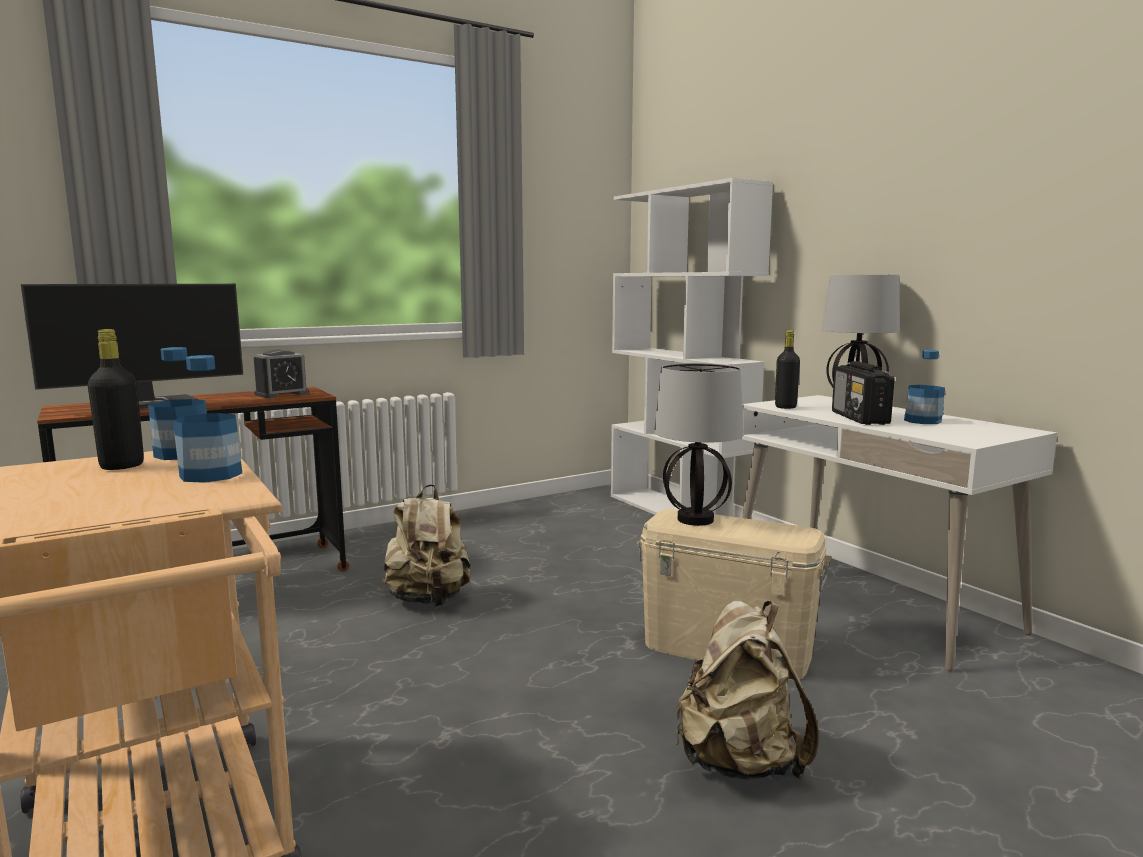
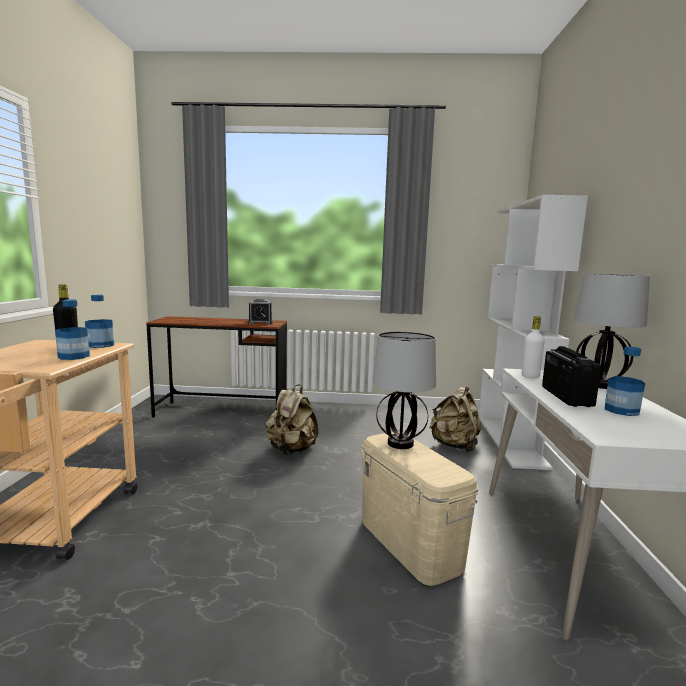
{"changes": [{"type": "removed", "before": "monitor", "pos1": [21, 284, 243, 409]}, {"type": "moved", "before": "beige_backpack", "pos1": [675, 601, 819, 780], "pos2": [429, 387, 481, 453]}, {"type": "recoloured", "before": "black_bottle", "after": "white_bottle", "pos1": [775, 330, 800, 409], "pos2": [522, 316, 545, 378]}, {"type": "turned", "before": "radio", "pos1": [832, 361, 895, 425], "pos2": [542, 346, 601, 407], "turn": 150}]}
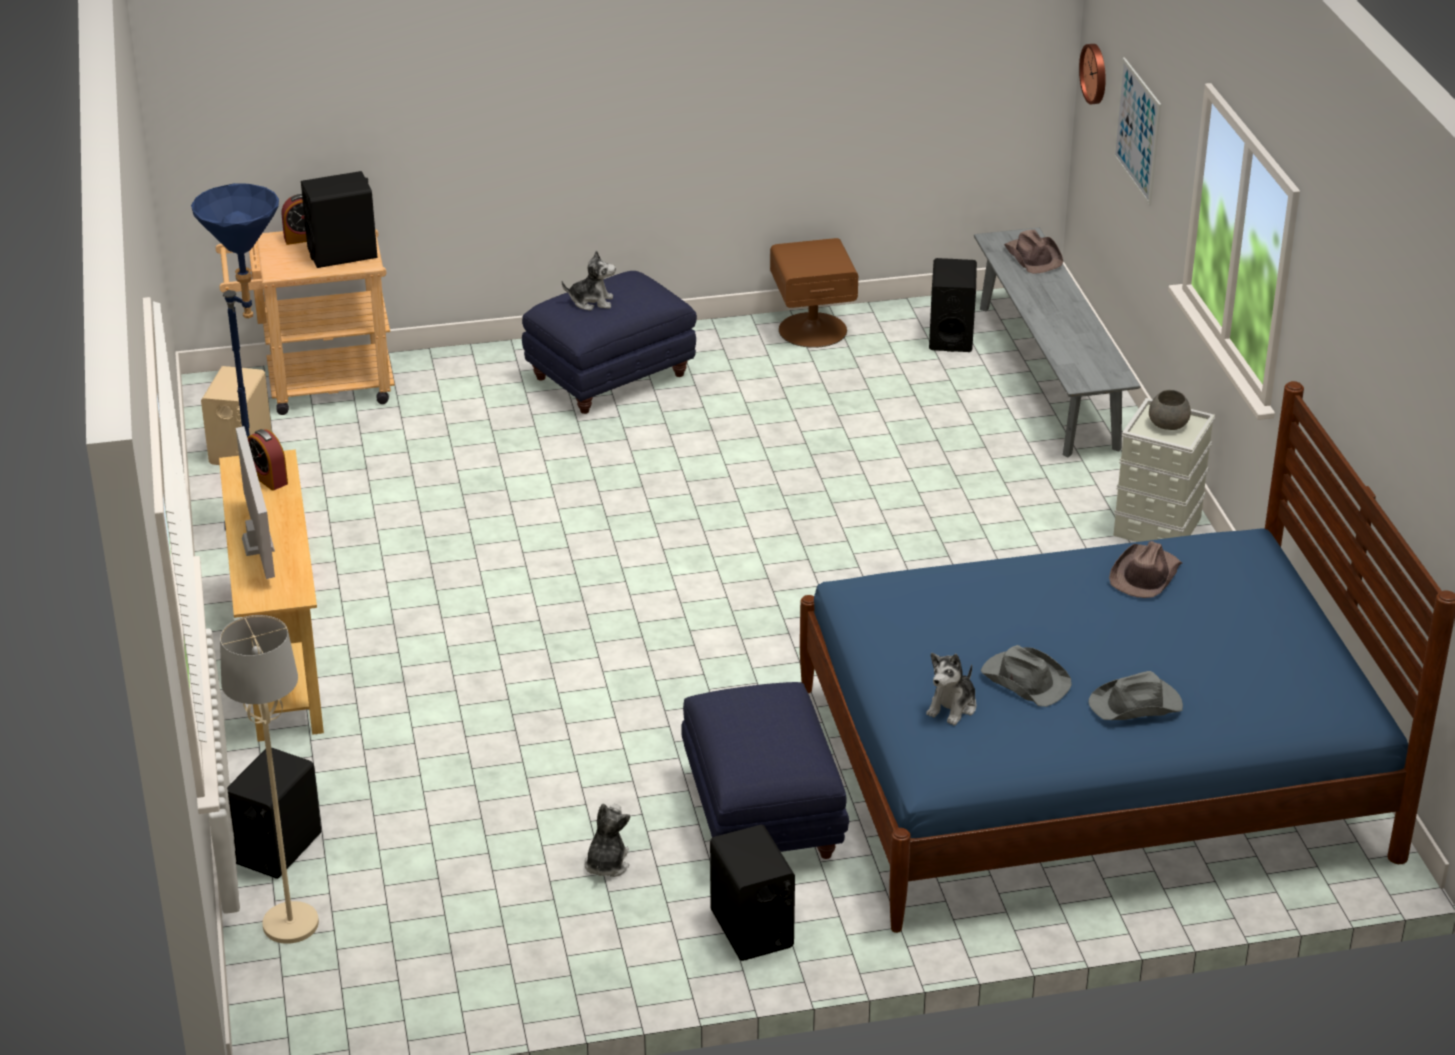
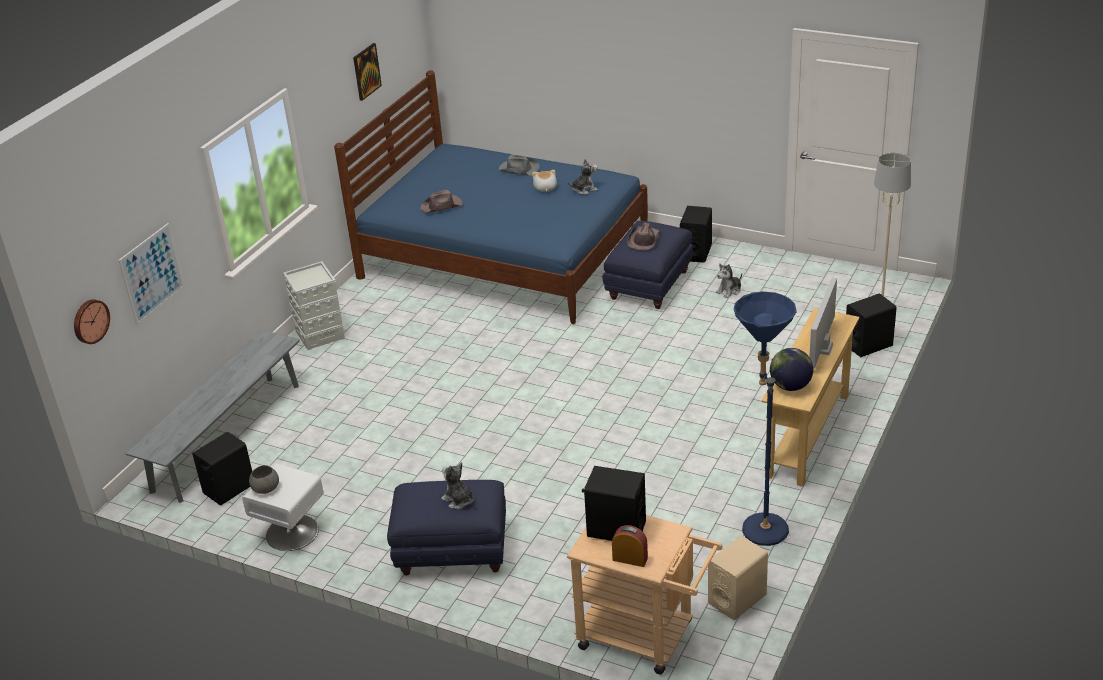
{"changes": [{"type": "replaced", "before": "alarm_clock", "after": "globe", "pos1": [247, 429, 288, 491], "pos2": [770, 348, 813, 391]}, {"type": "recoloured", "before": "brown_nightstand", "after": "white_nightstand", "pos1": [770, 238, 858, 348], "pos2": [242, 463, 324, 551]}, {"type": "replaced", "before": "grey_hat", "after": "plush_toy", "pos1": [981, 645, 1072, 707], "pos2": [532, 170, 557, 192]}, {"type": "moved", "before": "brown_hat", "pos1": [1004, 230, 1064, 274], "pos2": [627, 223, 661, 250]}, {"type": "moved", "before": "grey_bowl", "pos1": [1149, 390, 1191, 430], "pos2": [249, 465, 279, 494]}, {"type": "added", "after": "picture", "pos2": [353, 43, 382, 101]}]}
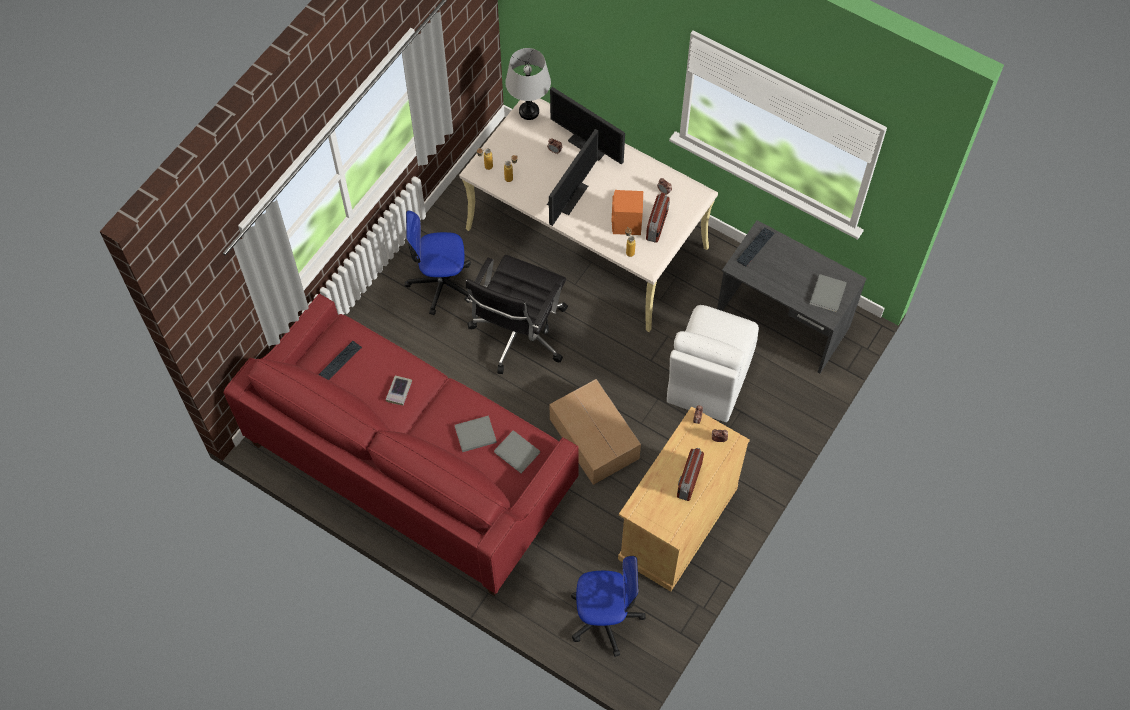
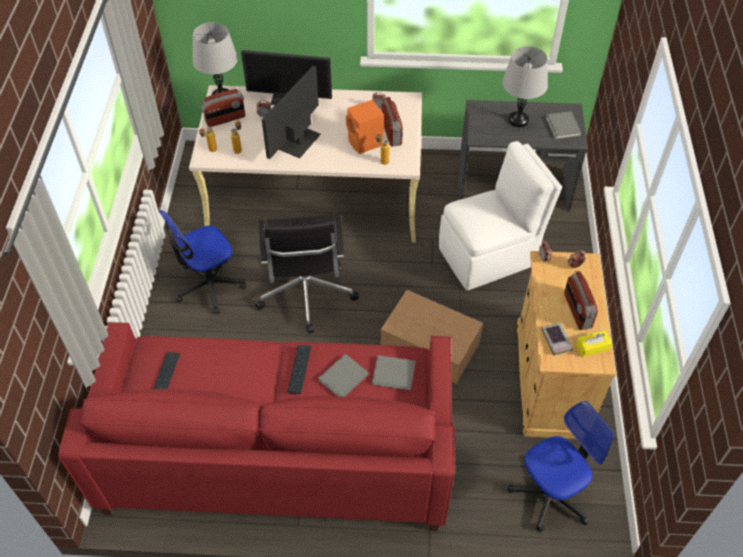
{"changes": [{"type": "moved", "before": "book", "pos1": [386, 376, 412, 405], "pos2": [541, 323, 573, 356]}, {"type": "turned", "before": "monitor", "pos1": [547, 129, 599, 226], "pos2": [262, 65, 321, 159], "turn": -150}, {"type": "turned", "before": "white_chair", "pos1": [667, 305, 759, 422], "pos2": [439, 141, 562, 290], "turn": -105}, {"type": "moved", "before": "keyboard", "pos1": [737, 227, 775, 266], "pos2": [288, 345, 312, 394]}, {"type": "added", "after": "radio", "pos2": [201, 89, 245, 127]}, {"type": "added", "after": "grey_table_lamp", "pos2": [502, 46, 548, 127]}, {"type": "added", "after": "yellow_tissue_box", "pos2": [575, 331, 612, 357]}]}
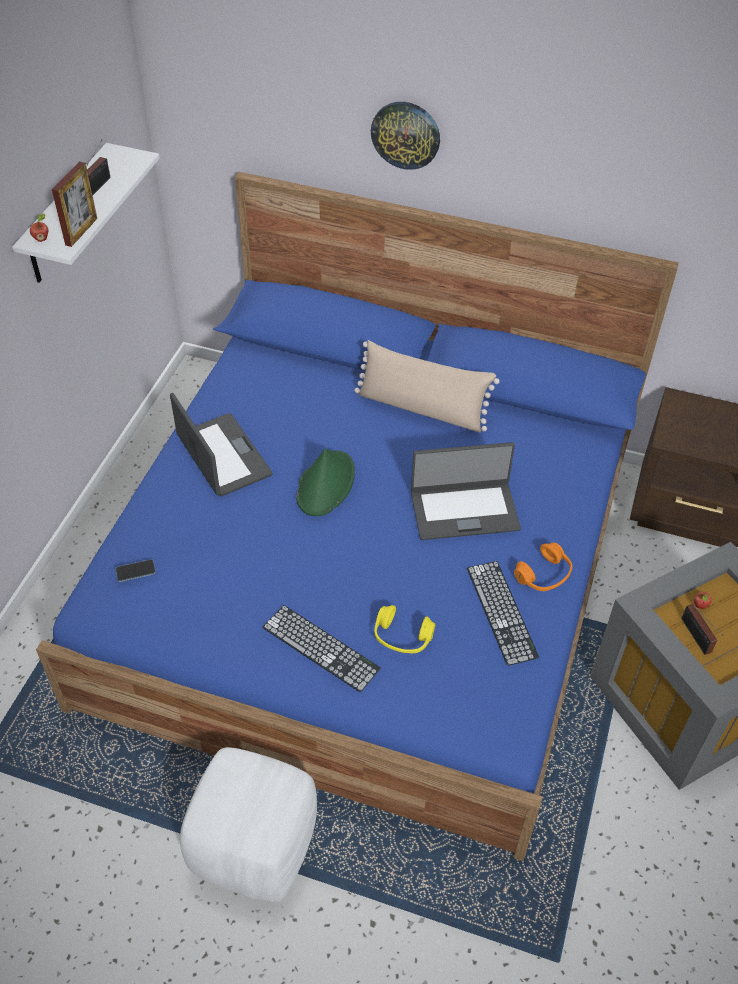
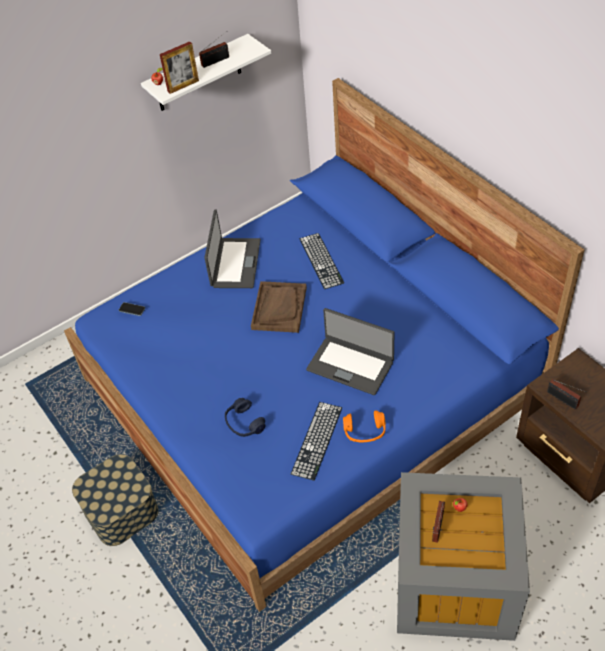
{"changes": [{"type": "replaced", "before": "white_ottoman", "after": "storage_box", "pos1": [180, 747, 317, 902], "pos2": [72, 454, 158, 546]}, {"type": "moved", "before": "keyboard", "pos1": [262, 605, 381, 693], "pos2": [299, 233, 344, 289]}, {"type": "replaced", "before": "green_hat", "after": "brown_tray", "pos1": [296, 449, 355, 516], "pos2": [251, 281, 307, 333]}, {"type": "removed", "before": "beige_pillow", "pos1": [354, 340, 500, 433]}, {"type": "removed", "before": "wall_clock", "pos1": [371, 102, 440, 170]}, {"type": "recoloured", "before": "yellow_headphones", "after": "blue_headphones", "pos1": [374, 605, 435, 653], "pos2": [225, 398, 265, 437]}, {"type": "added", "after": "radio", "pos2": [547, 379, 586, 410]}]}
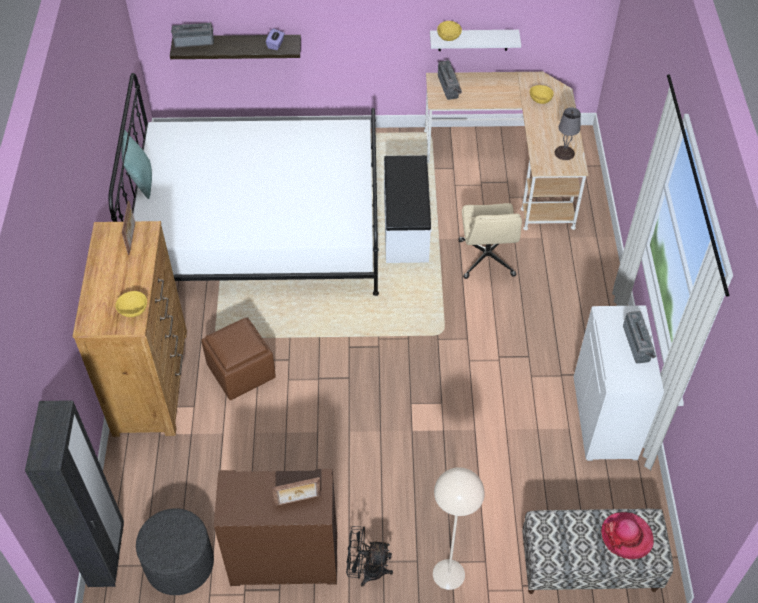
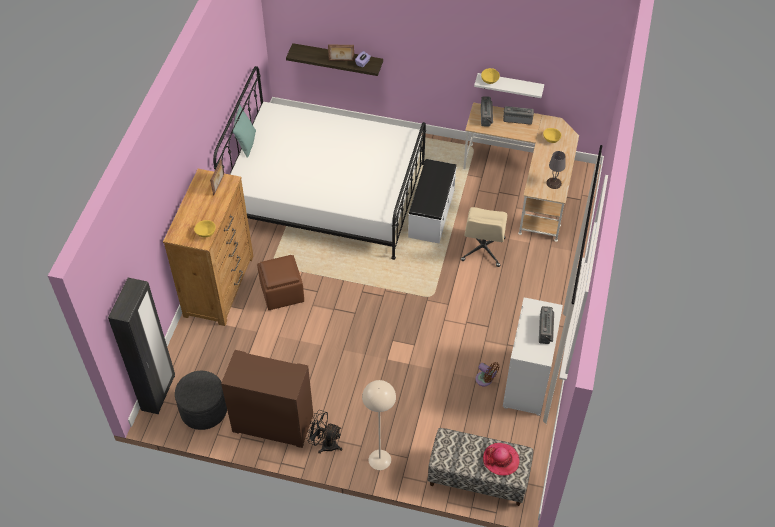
{"changes": [{"type": "moved", "before": "radio", "pos1": [171, 23, 214, 48], "pos2": [503, 106, 534, 125]}, {"type": "moved", "before": "picture_frame", "pos1": [272, 477, 321, 506], "pos2": [328, 45, 354, 61]}, {"type": "added", "after": "brown_fan", "pos2": [475, 362, 500, 386]}]}
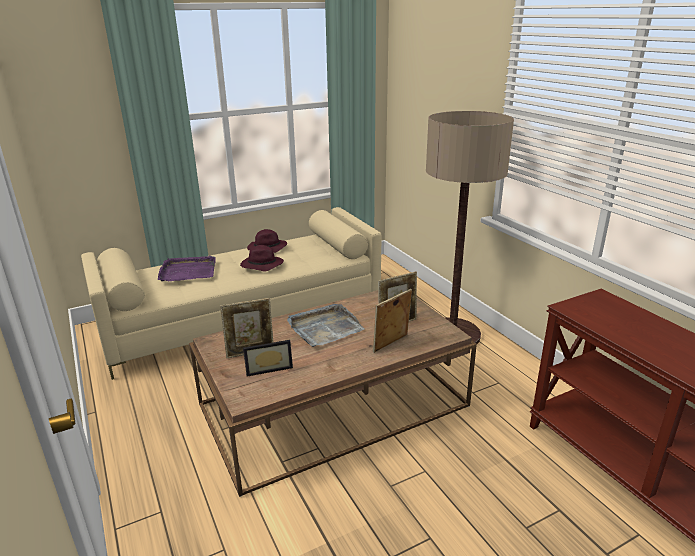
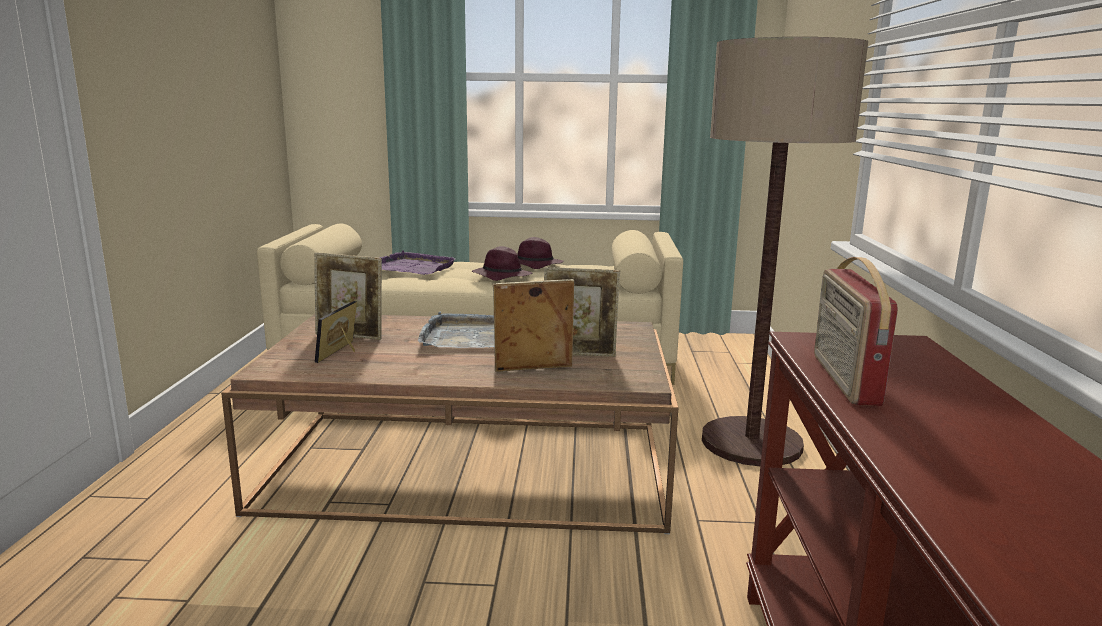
{"changes": [{"type": "turned", "before": "picture_frame", "pos1": [243, 340, 293, 377], "pos2": [315, 301, 357, 363], "turn": 90}, {"type": "added", "after": "radio", "pos2": [814, 257, 898, 406]}]}
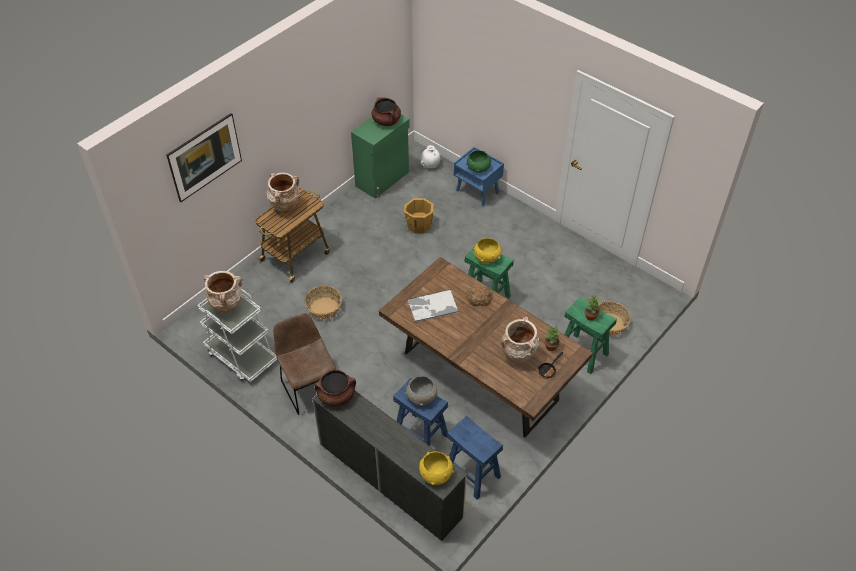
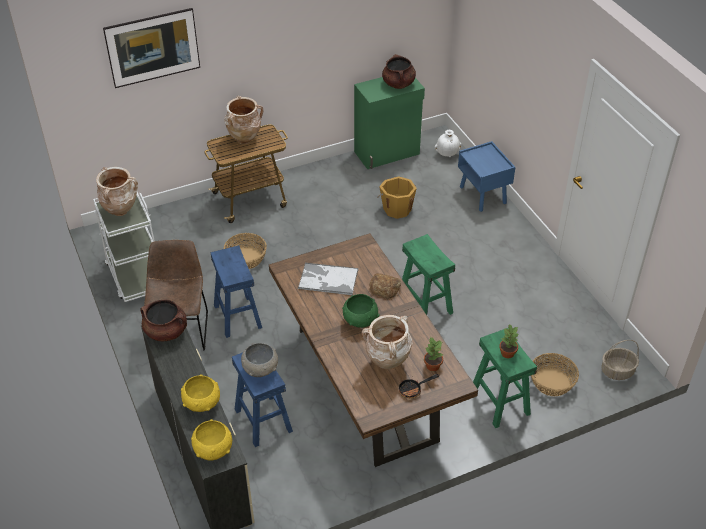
{"changes": [{"type": "moved", "before": "blue_stool", "pos1": [447, 416, 503, 500], "pos2": [211, 245, 262, 338]}, {"type": "moved", "before": "green_bowl", "pos1": [466, 150, 492, 173], "pos2": [342, 294, 380, 328]}, {"type": "moved", "before": "yellow_bowl", "pos1": [474, 238, 501, 263], "pos2": [181, 374, 220, 412]}, {"type": "added", "after": "basket", "pos2": [601, 340, 639, 380]}]}
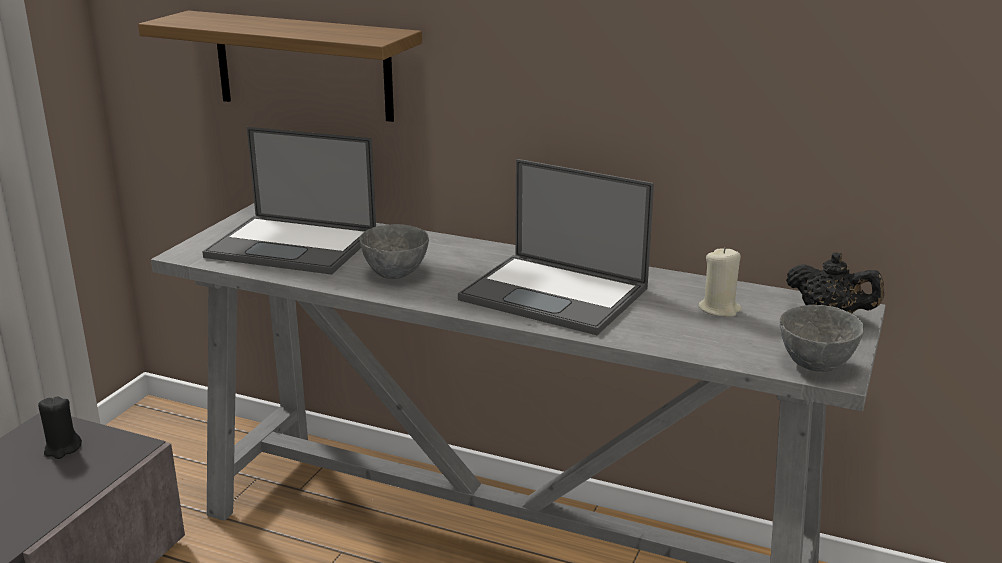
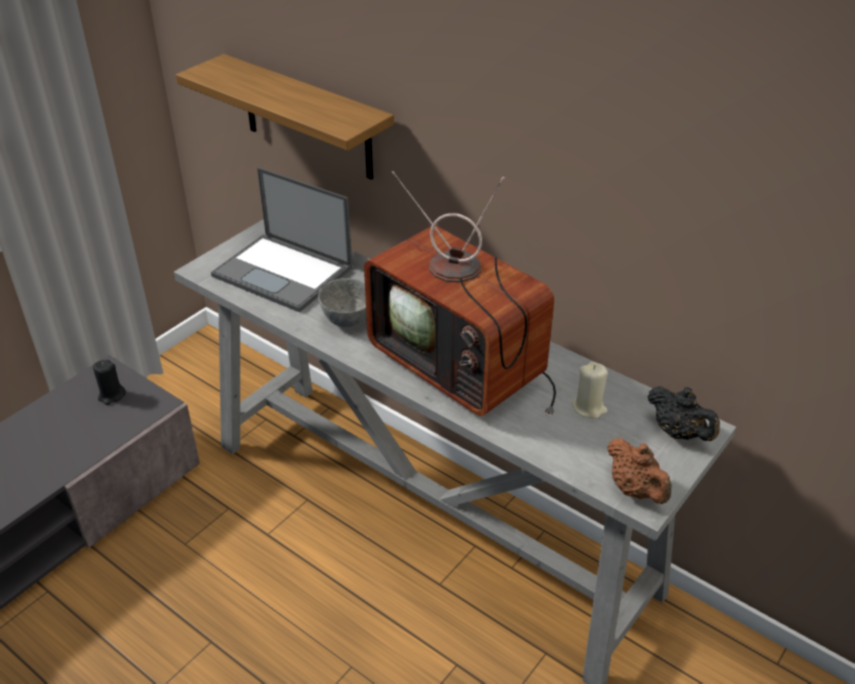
{"changes": [{"type": "replaced", "before": "laptop", "after": "television", "pos1": [458, 159, 654, 335], "pos2": [364, 171, 556, 417]}, {"type": "replaced", "before": "grey_bowl", "after": "brown_teapot", "pos1": [780, 305, 864, 372], "pos2": [607, 438, 672, 504]}]}
